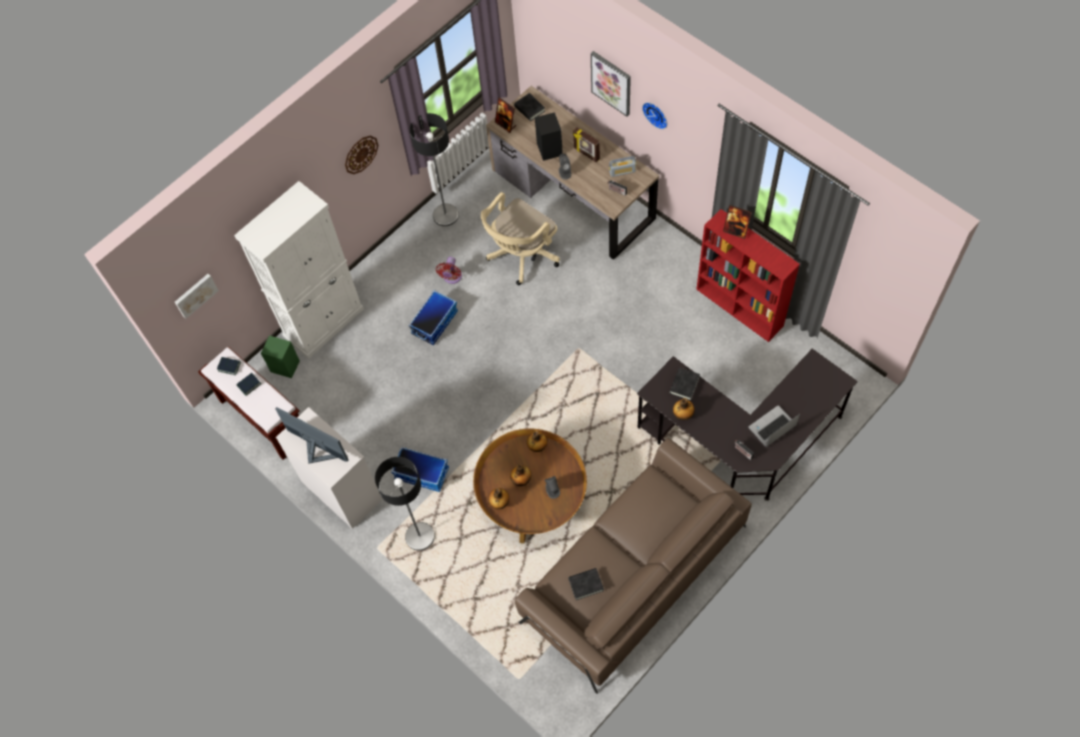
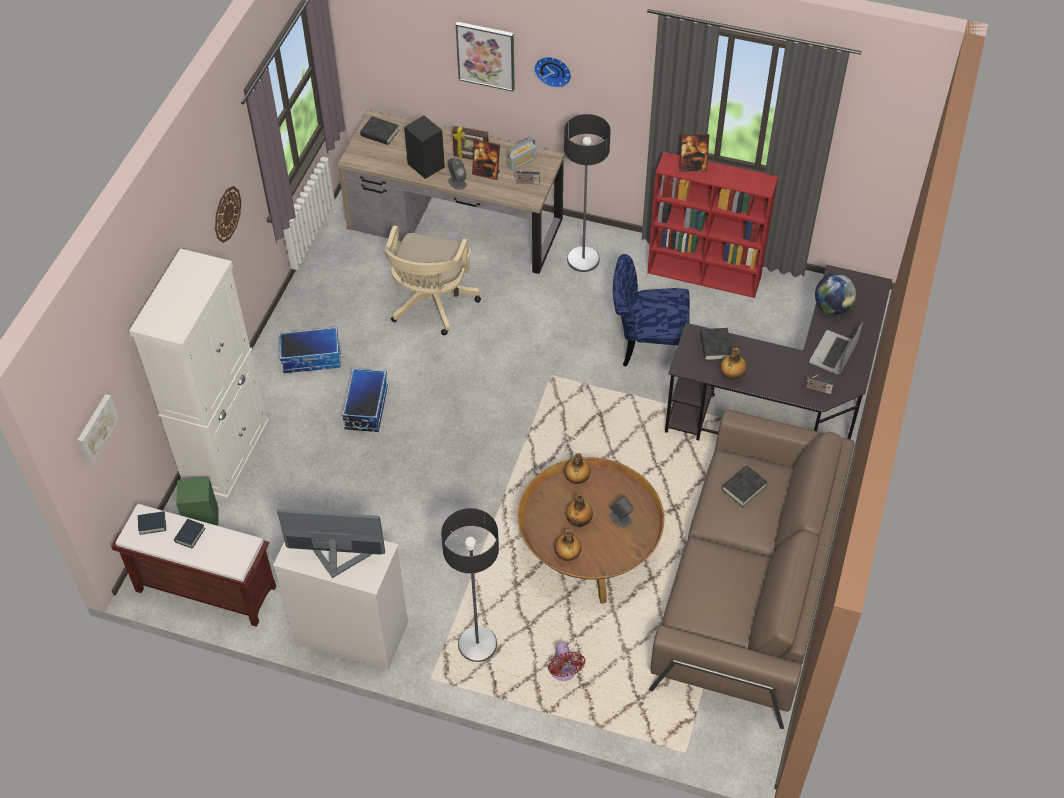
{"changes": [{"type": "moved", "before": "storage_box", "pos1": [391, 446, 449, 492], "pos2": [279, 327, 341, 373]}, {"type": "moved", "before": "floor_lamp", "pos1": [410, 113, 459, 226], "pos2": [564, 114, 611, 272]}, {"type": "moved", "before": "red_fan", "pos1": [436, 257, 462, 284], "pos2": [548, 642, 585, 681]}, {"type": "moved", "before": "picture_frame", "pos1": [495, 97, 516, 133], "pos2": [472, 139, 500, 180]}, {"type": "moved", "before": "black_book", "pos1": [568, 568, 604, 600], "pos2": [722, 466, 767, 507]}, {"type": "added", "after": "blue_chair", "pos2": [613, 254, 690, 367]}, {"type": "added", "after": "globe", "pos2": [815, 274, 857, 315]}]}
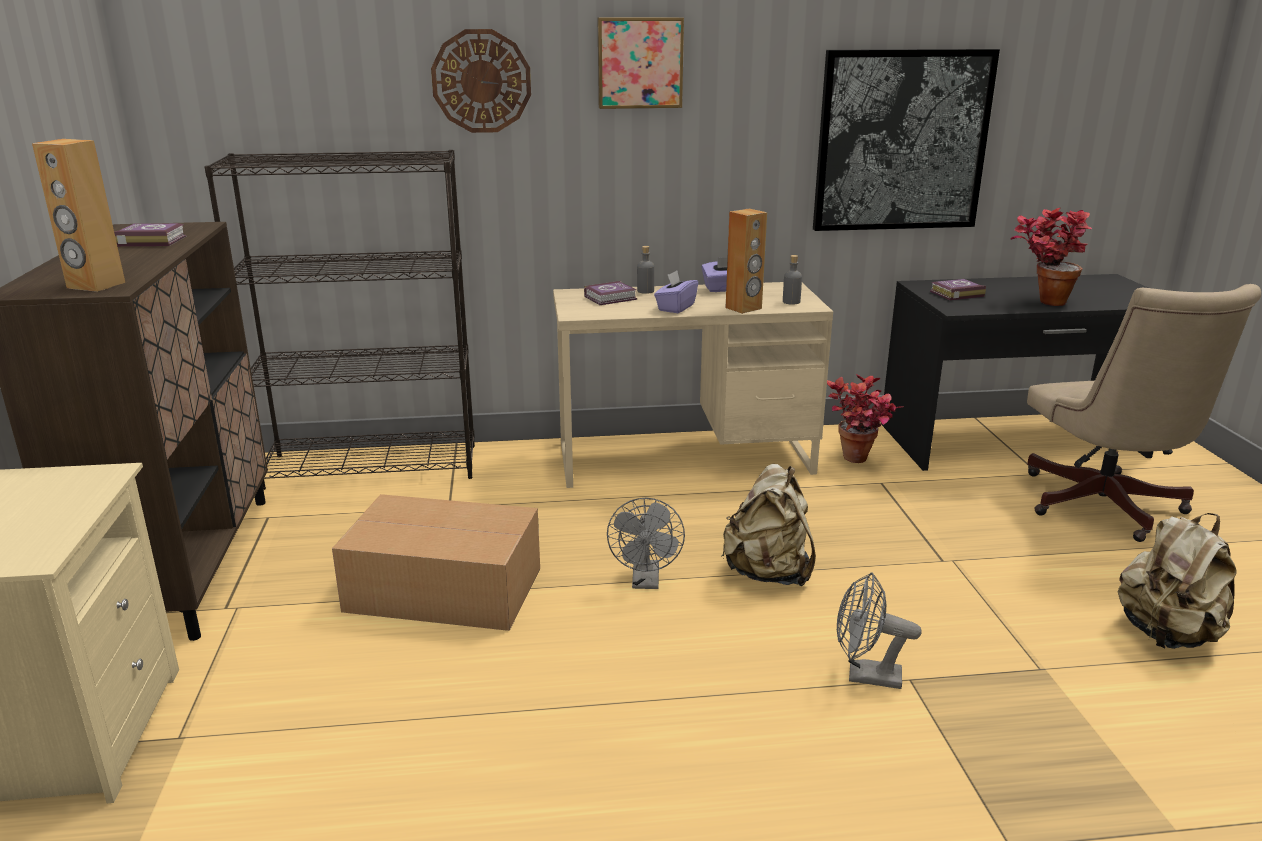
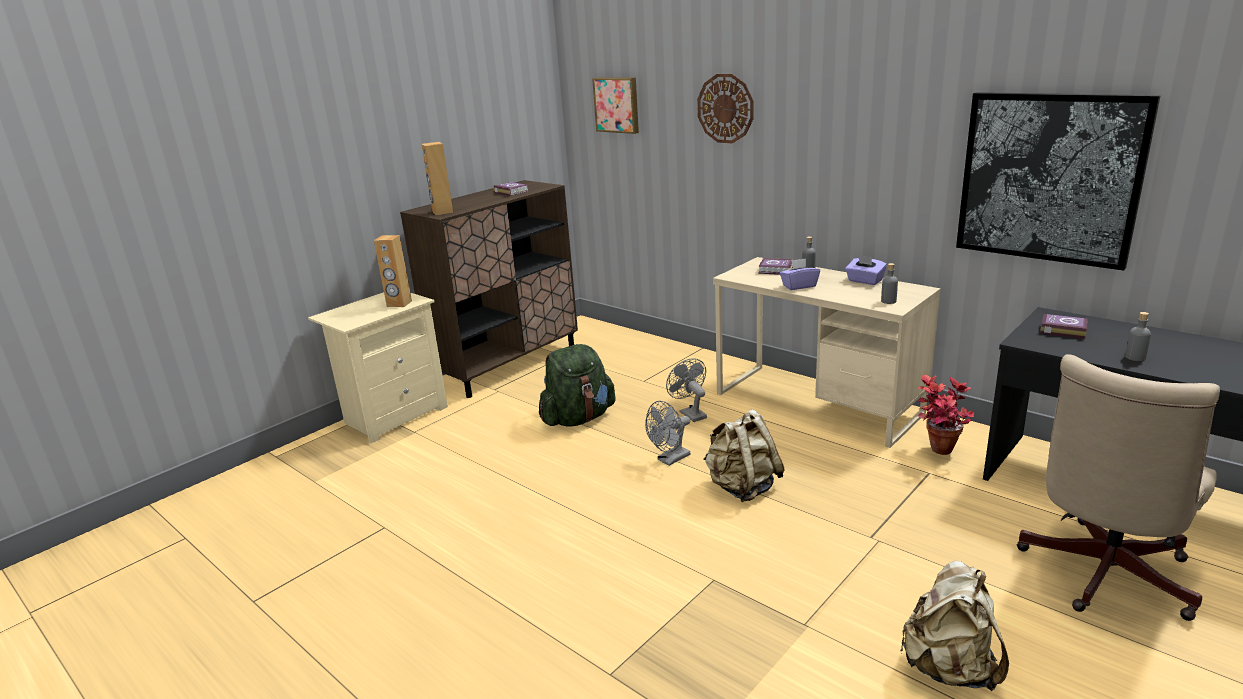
{"changes": [{"type": "removed", "before": "black_bookcase", "pos1": [204, 150, 475, 490]}, {"type": "replaced", "before": "cardboard_box", "after": "green_backpack", "pos1": [332, 494, 540, 631], "pos2": [539, 344, 616, 426]}, {"type": "moved", "before": "picture", "pos1": [598, 17, 684, 109], "pos2": [592, 77, 639, 134]}, {"type": "moved", "before": "brown_speaker", "pos1": [726, 209, 767, 314], "pos2": [374, 235, 412, 307]}, {"type": "moved", "before": "grey_fan", "pos1": [837, 572, 922, 689], "pos2": [666, 358, 707, 422]}, {"type": "replaced", "before": "potted_plant", "after": "grey_bottle", "pos1": [1010, 208, 1092, 306], "pos2": [1125, 312, 1151, 361]}]}
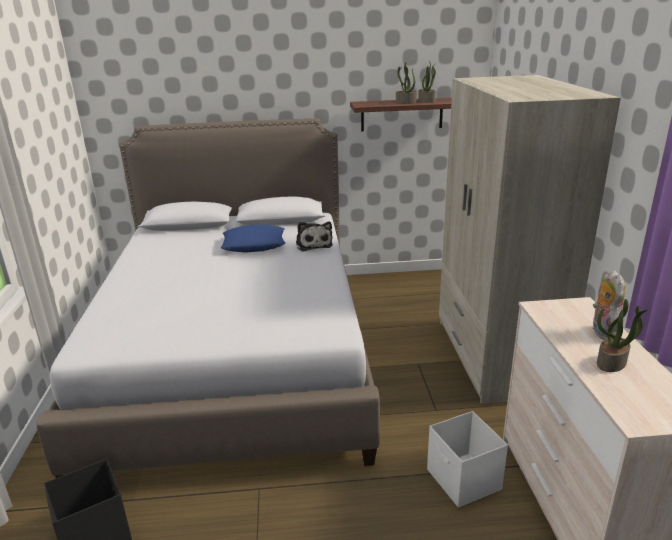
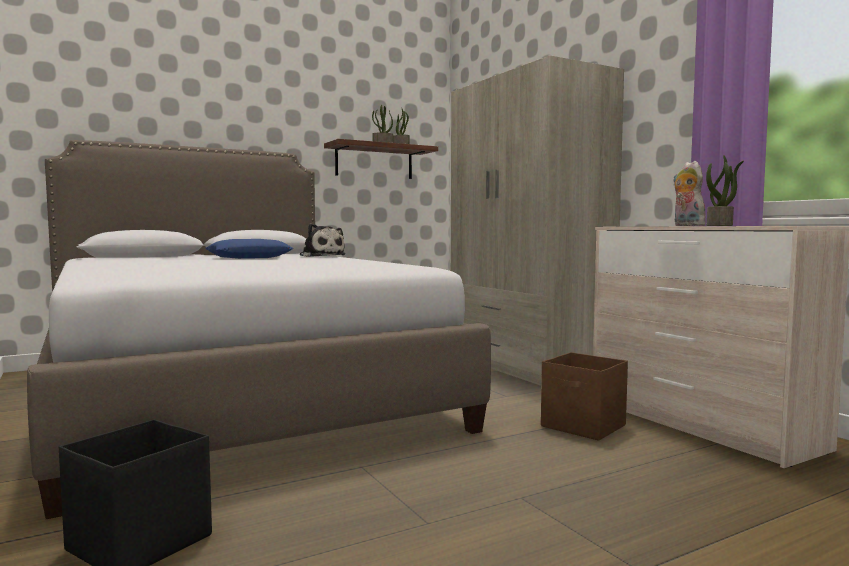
{"changes": [{"type": "recoloured", "before": "white_storage_box", "after": "brown_storage_box", "pos1": [427, 411, 508, 508], "pos2": [541, 352, 628, 441]}]}
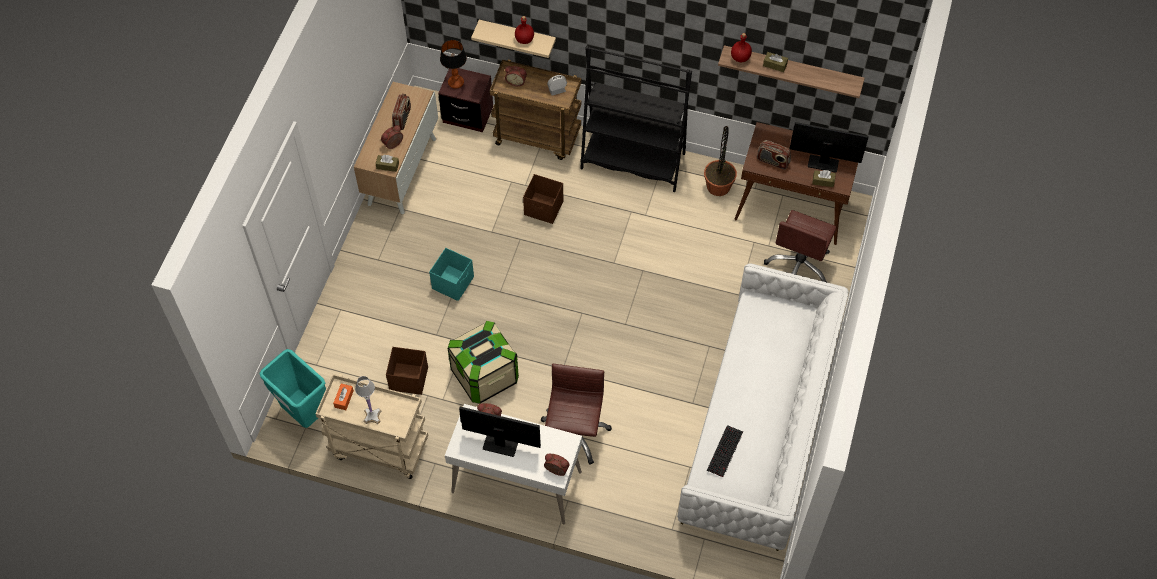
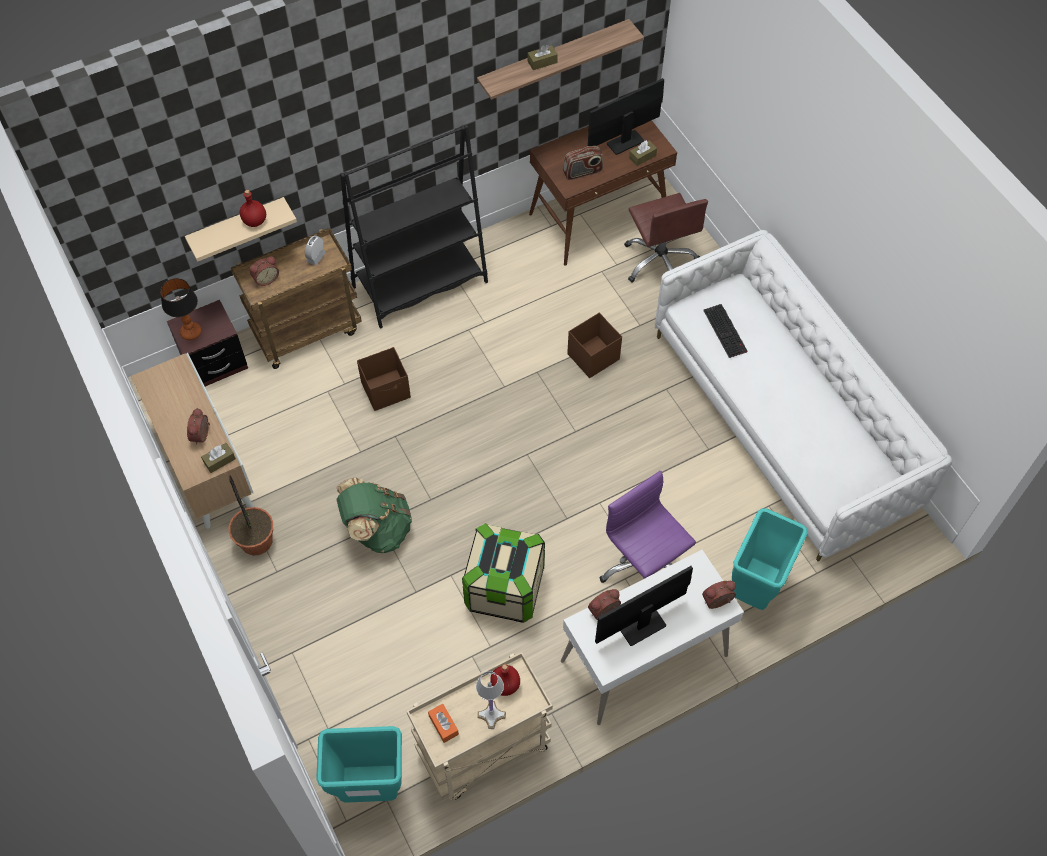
{"changes": [{"type": "moved", "before": "brown_storage_box", "pos1": [386, 347, 428, 395], "pos2": [567, 313, 622, 378]}, {"type": "removed", "before": "radio", "pos1": [392, 94, 411, 130]}, {"type": "replaced", "before": "turquoise_storage_box", "after": "green_backpack", "pos1": [429, 248, 474, 301], "pos2": [337, 477, 412, 553]}, {"type": "recoloured", "before": "brown_office_chair", "after": "purple_office_chair", "pos1": [541, 364, 612, 465], "pos2": [599, 471, 696, 583]}, {"type": "moved", "before": "potted_plant", "pos1": [704, 126, 737, 196], "pos2": [228, 476, 273, 555]}, {"type": "moved", "before": "keyboard", "pos1": [707, 425, 743, 477], "pos2": [703, 304, 748, 358]}, {"type": "moved", "before": "red_bottle", "pos1": [731, 33, 752, 62], "pos2": [490, 664, 520, 696]}, {"type": "added", "after": "turquoise_trash_can", "pos2": [732, 508, 808, 610]}]}
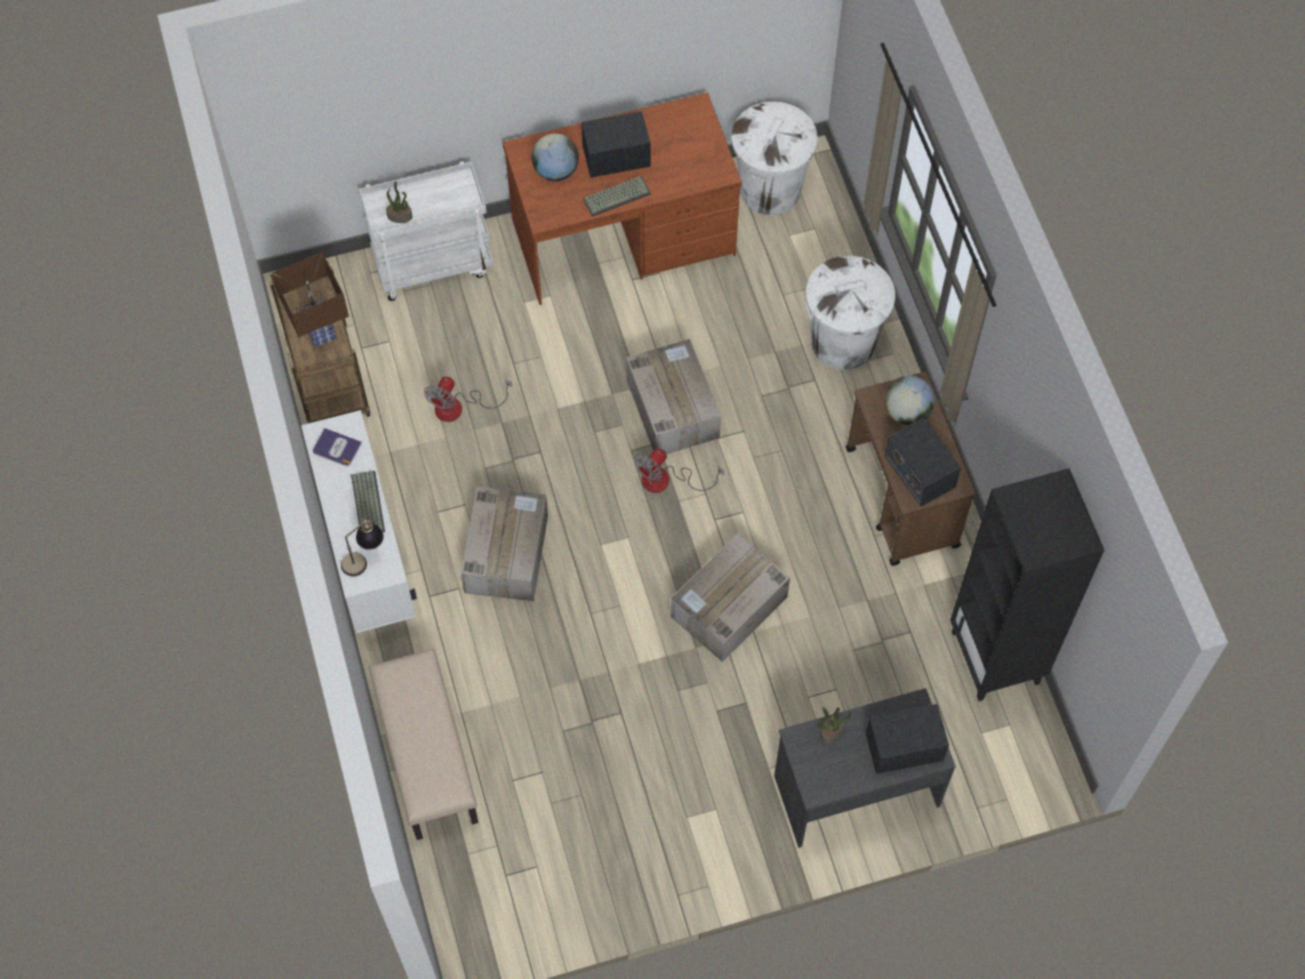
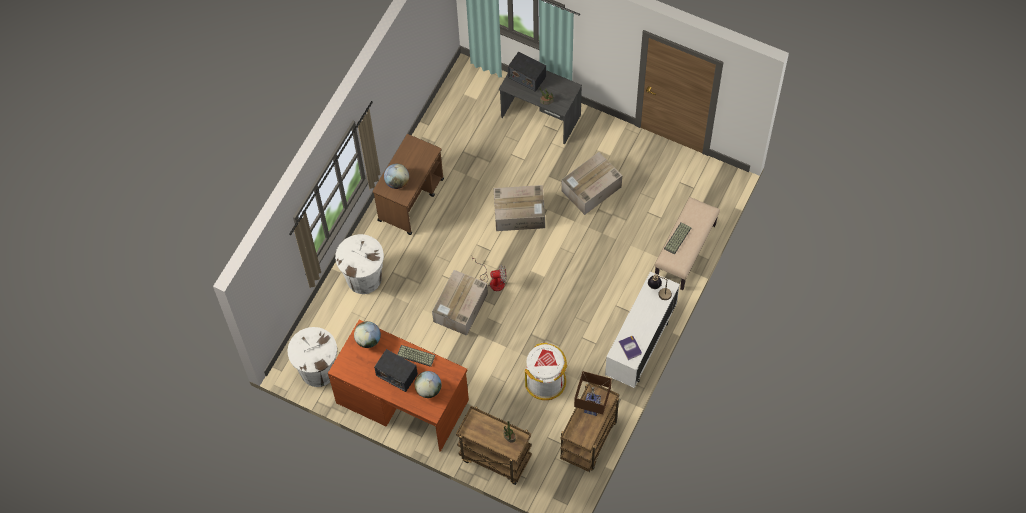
{"changes": [{"type": "moved", "before": "keyboard", "pos1": [351, 471, 385, 532], "pos2": [664, 222, 691, 255]}, {"type": "recoloured", "before": "white_cart", "after": "brown_cart", "pos1": [359, 161, 493, 301], "pos2": [456, 406, 532, 485]}, {"type": "replaced", "before": "fan", "after": "white_trash_can", "pos1": [424, 377, 512, 422], "pos2": [525, 343, 567, 400]}, {"type": "moved", "before": "cardboard_box", "pos1": [461, 487, 548, 601], "pos2": [562, 152, 622, 215]}, {"type": "removed", "before": "radio", "pos1": [885, 418, 961, 506]}, {"type": "removed", "before": "black_bookcase", "pos1": [950, 468, 1104, 701]}, {"type": "added", "after": "globe", "pos2": [354, 321, 381, 348]}]}
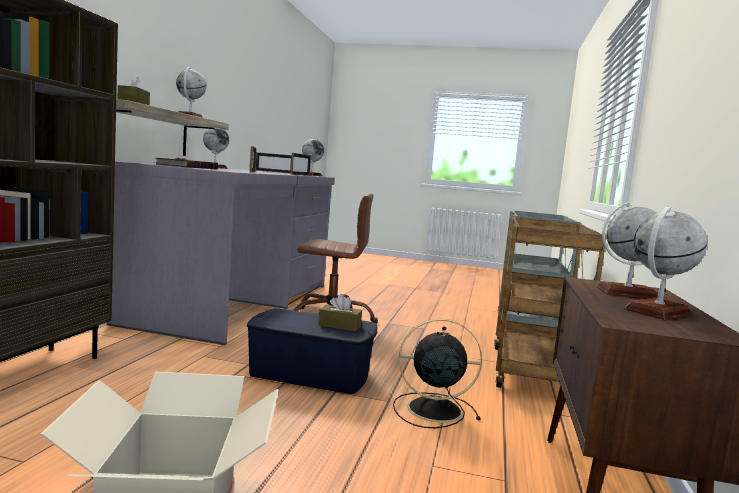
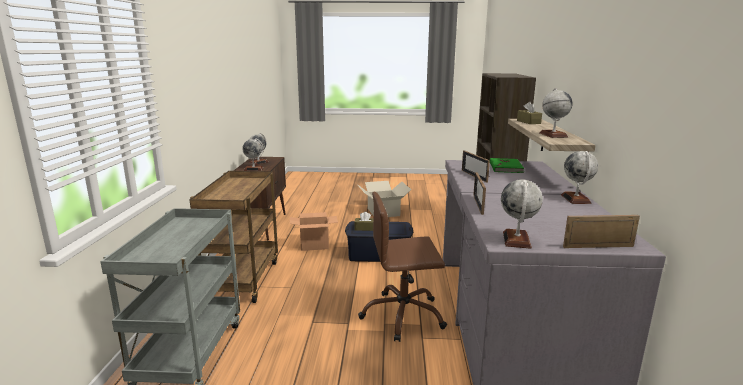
{"changes": [{"type": "recoloured", "before": "brown_book", "after": "green_book", "pos1": [154, 158, 218, 169], "pos2": [490, 158, 524, 173]}, {"type": "replaced", "before": "black_fan", "after": "cardboard_box", "pos1": [393, 319, 482, 428], "pos2": [290, 212, 338, 251]}]}
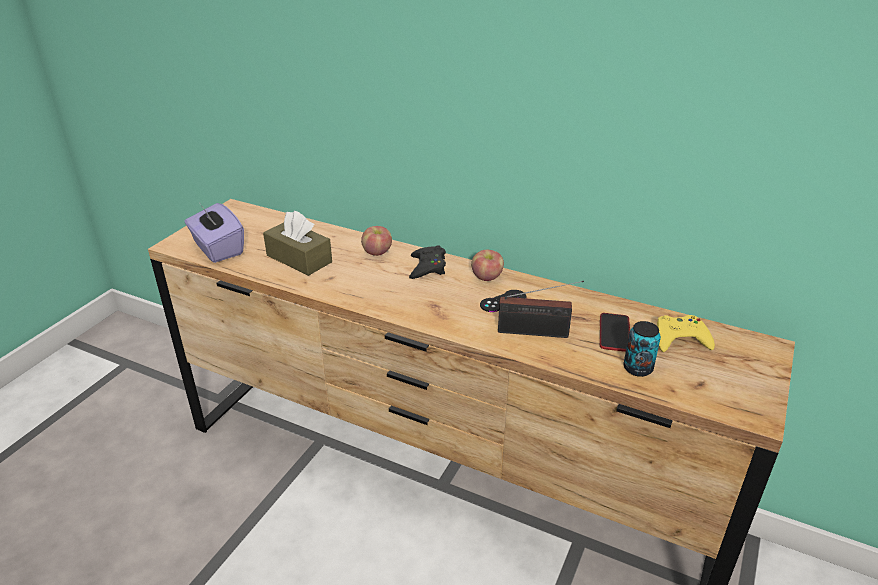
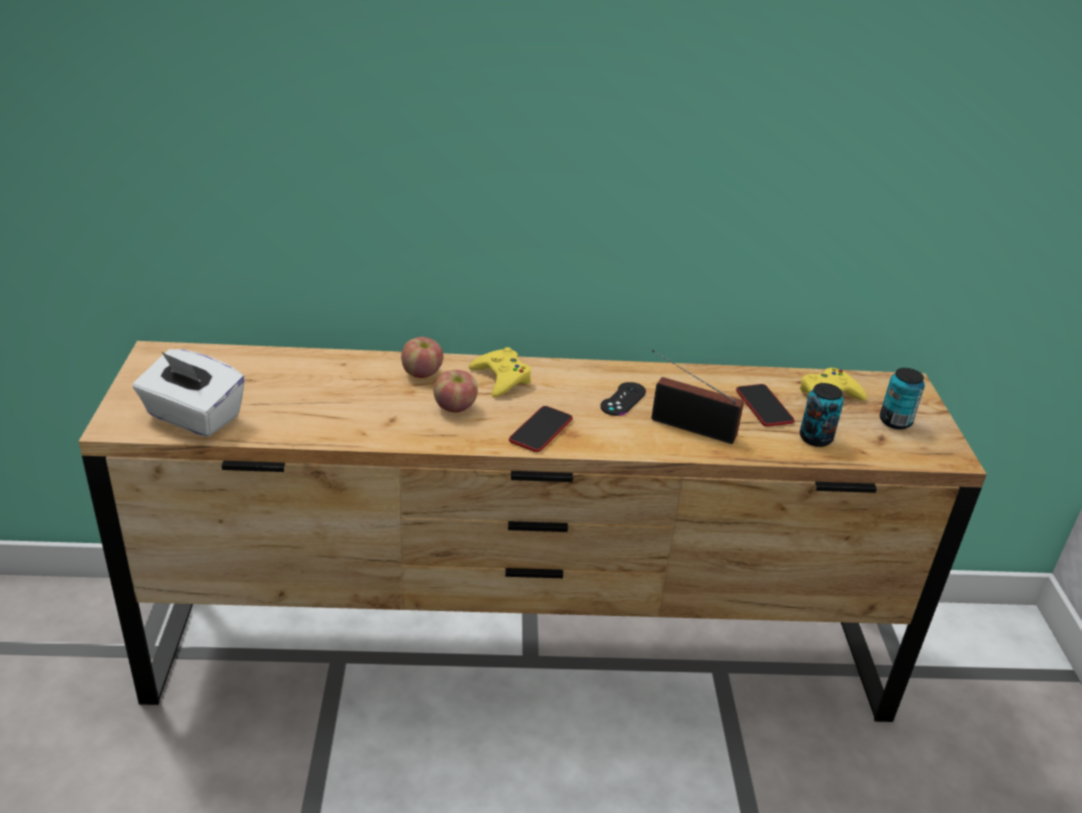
{"changes": [{"type": "recoloured", "before": "purple_tissue_box", "after": "white_tissue_box", "pos1": [185, 202, 244, 263], "pos2": [133, 349, 245, 437]}, {"type": "removed", "before": "brown_tissue_box", "pos1": [263, 211, 332, 276]}, {"type": "recoloured", "before": "black_game_controller", "after": "yellow_game_controller", "pos1": [409, 245, 446, 279], "pos2": [469, 347, 531, 397]}, {"type": "moved", "before": "apple", "pos1": [471, 250, 504, 281], "pos2": [433, 370, 478, 413]}, {"type": "turned", "before": "radio", "pos1": [498, 281, 584, 338], "pos2": [651, 350, 744, 444], "turn": -135}, {"type": "added", "after": "phone", "pos2": [509, 406, 573, 452]}, {"type": "added", "after": "can", "pos2": [880, 368, 925, 429]}]}
